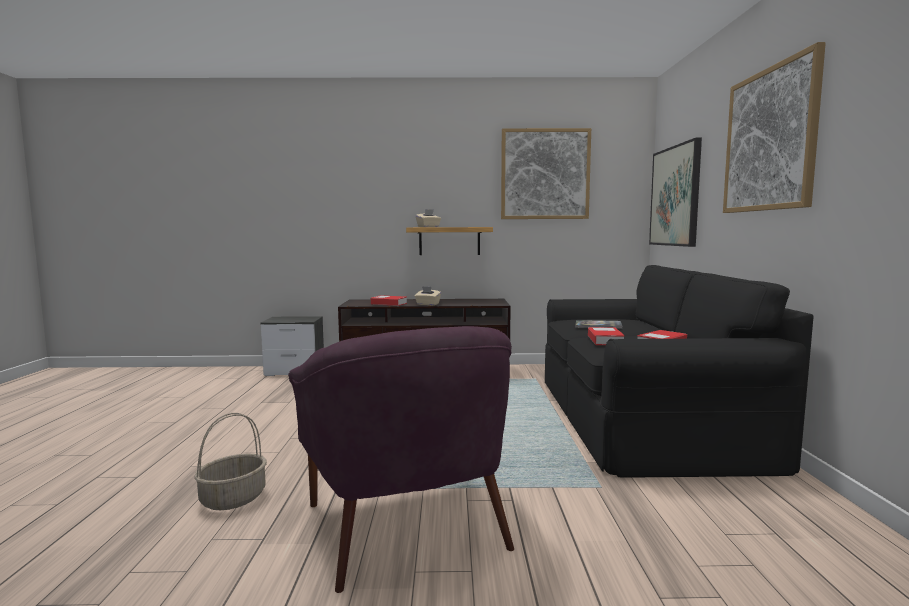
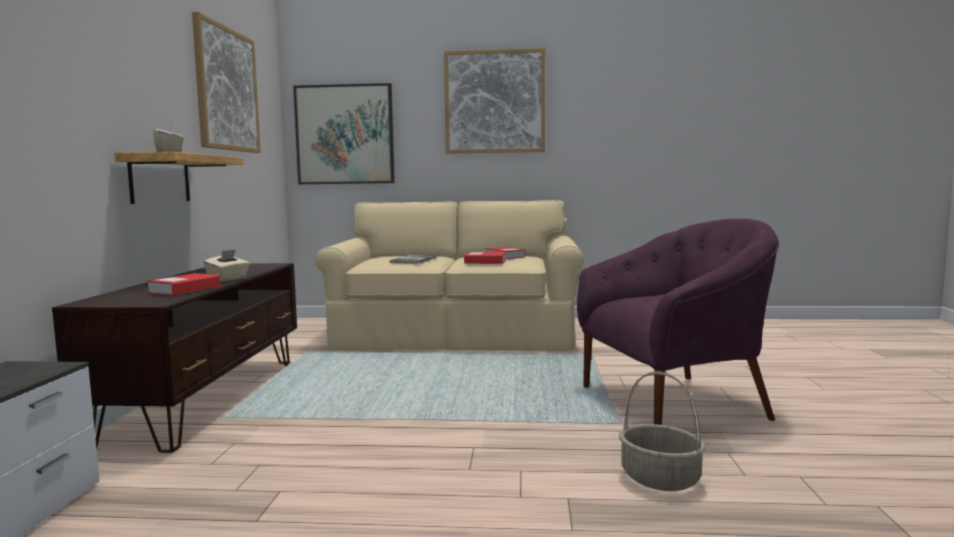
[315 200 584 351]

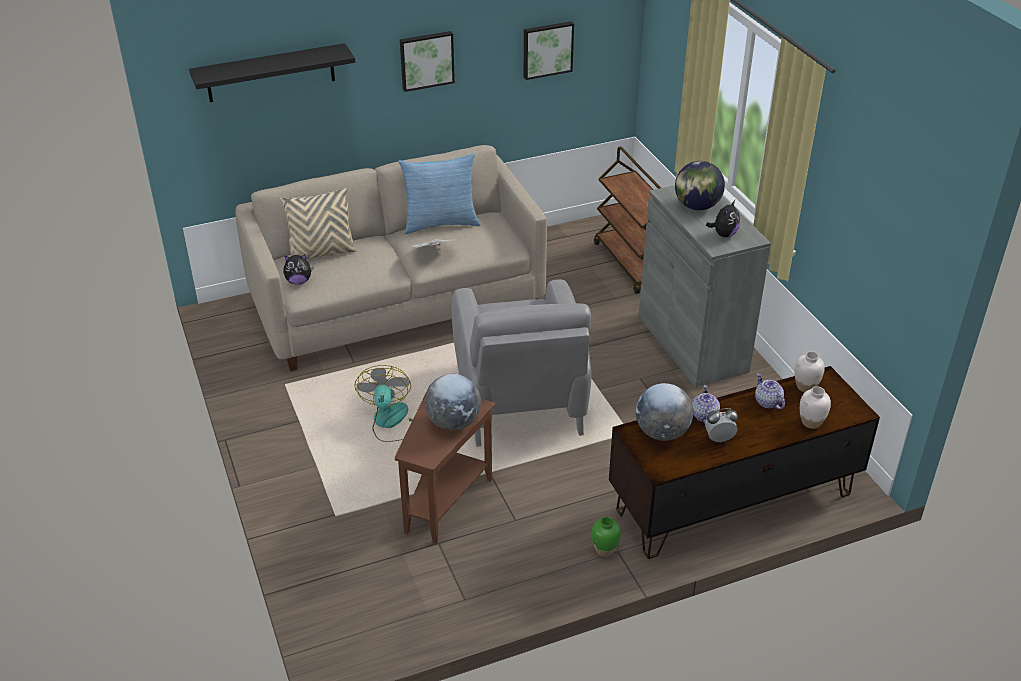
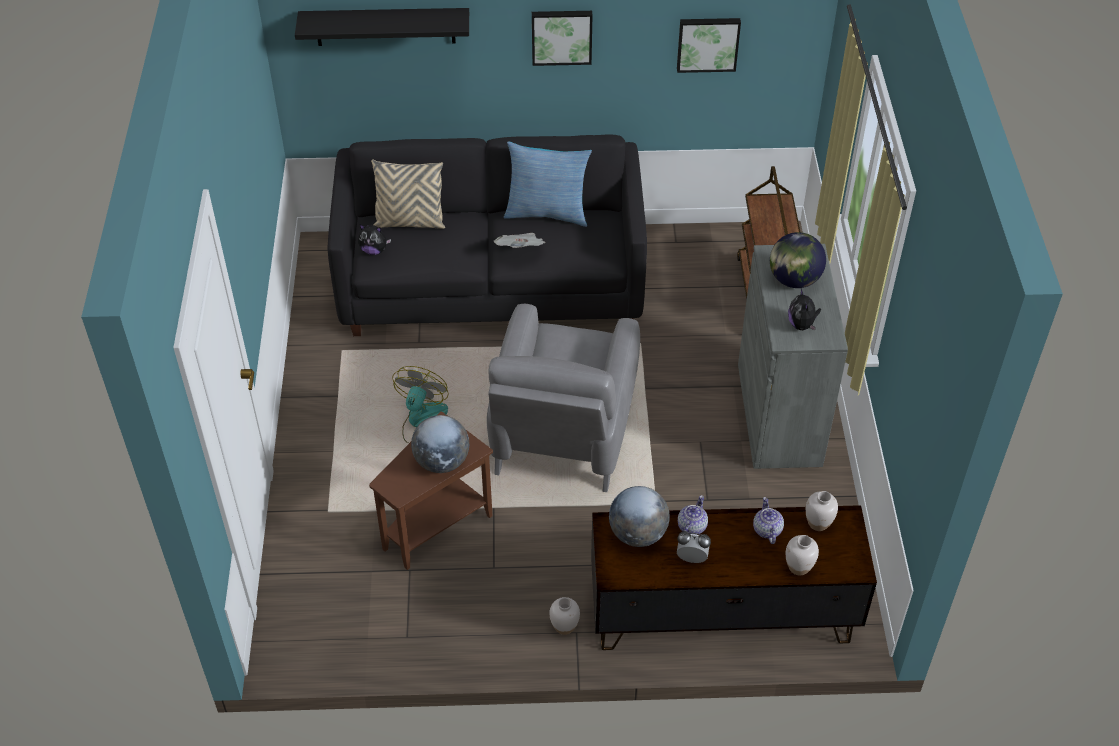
[328 134 647 336]
[550 597 580 635]
[788 288 821 330]

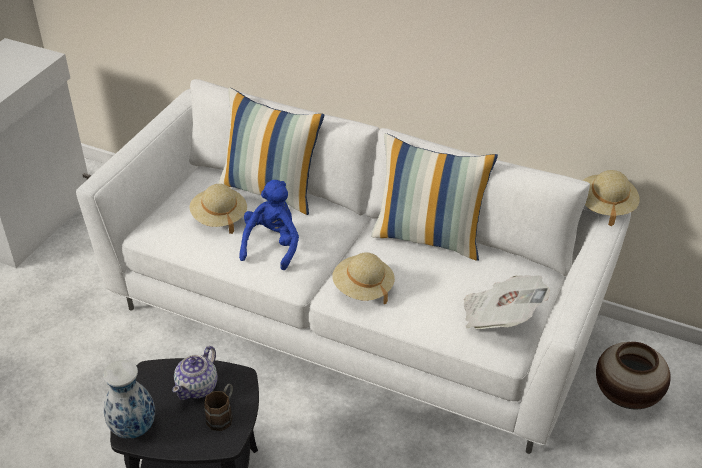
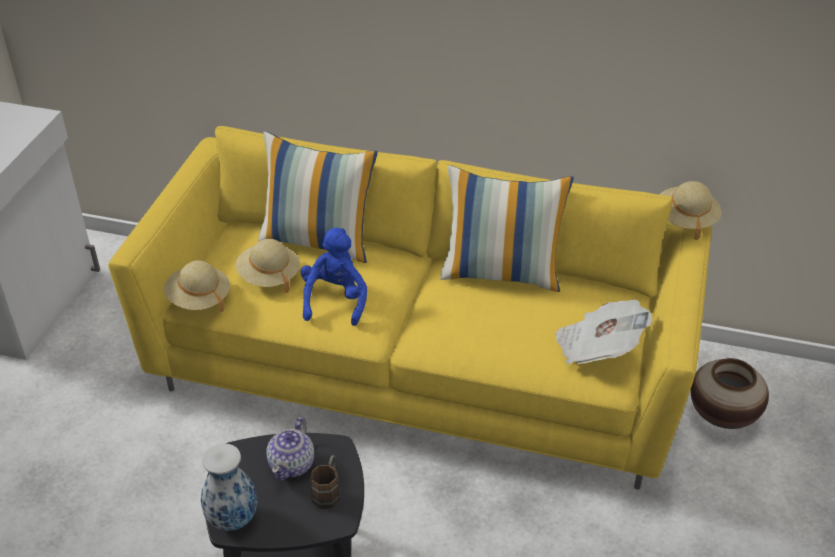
[108 126 712 490]
[164 260 230 312]

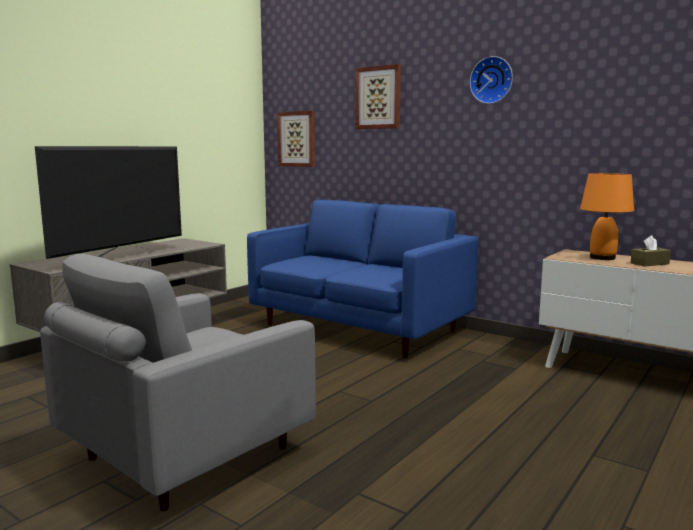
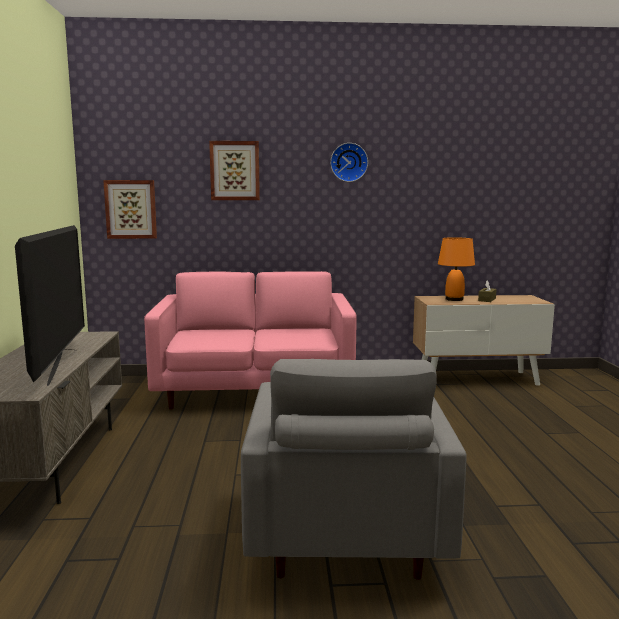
[144 271 357 410]

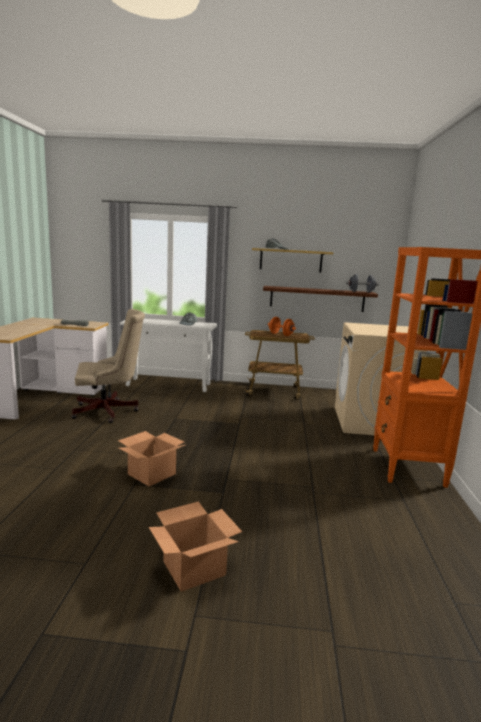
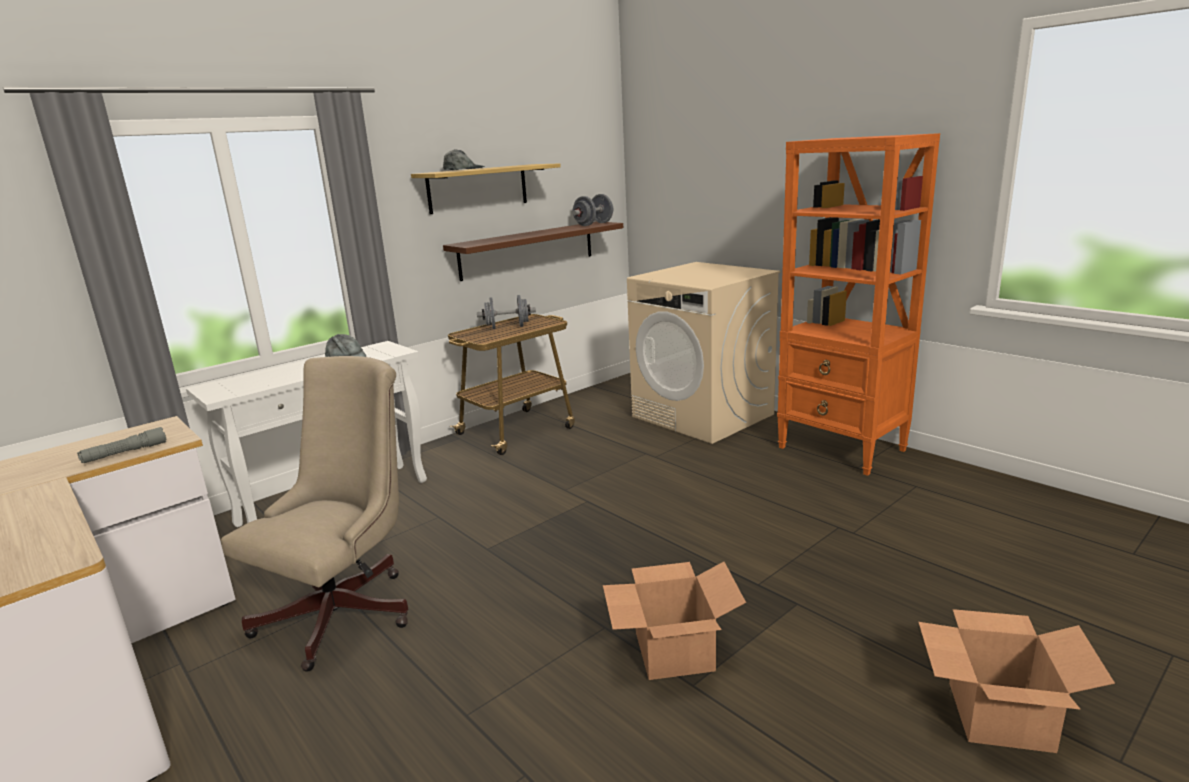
[477 295 536 329]

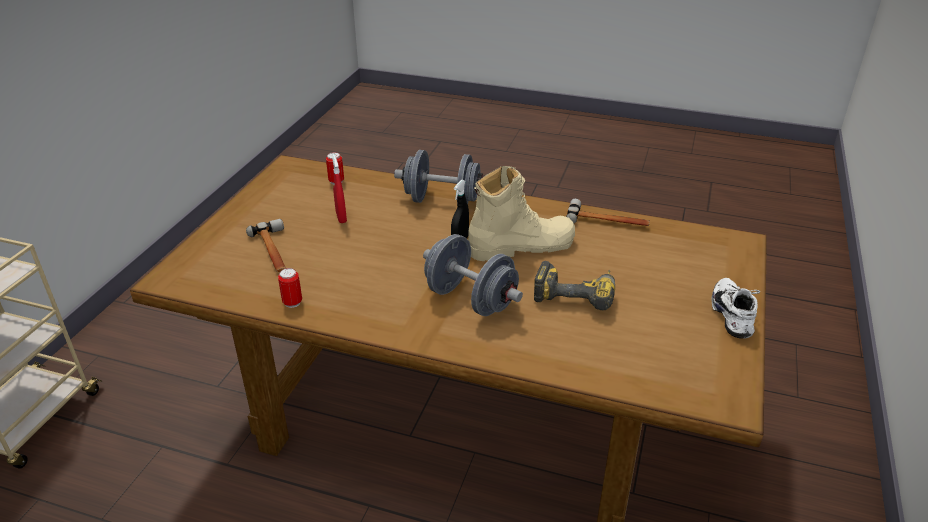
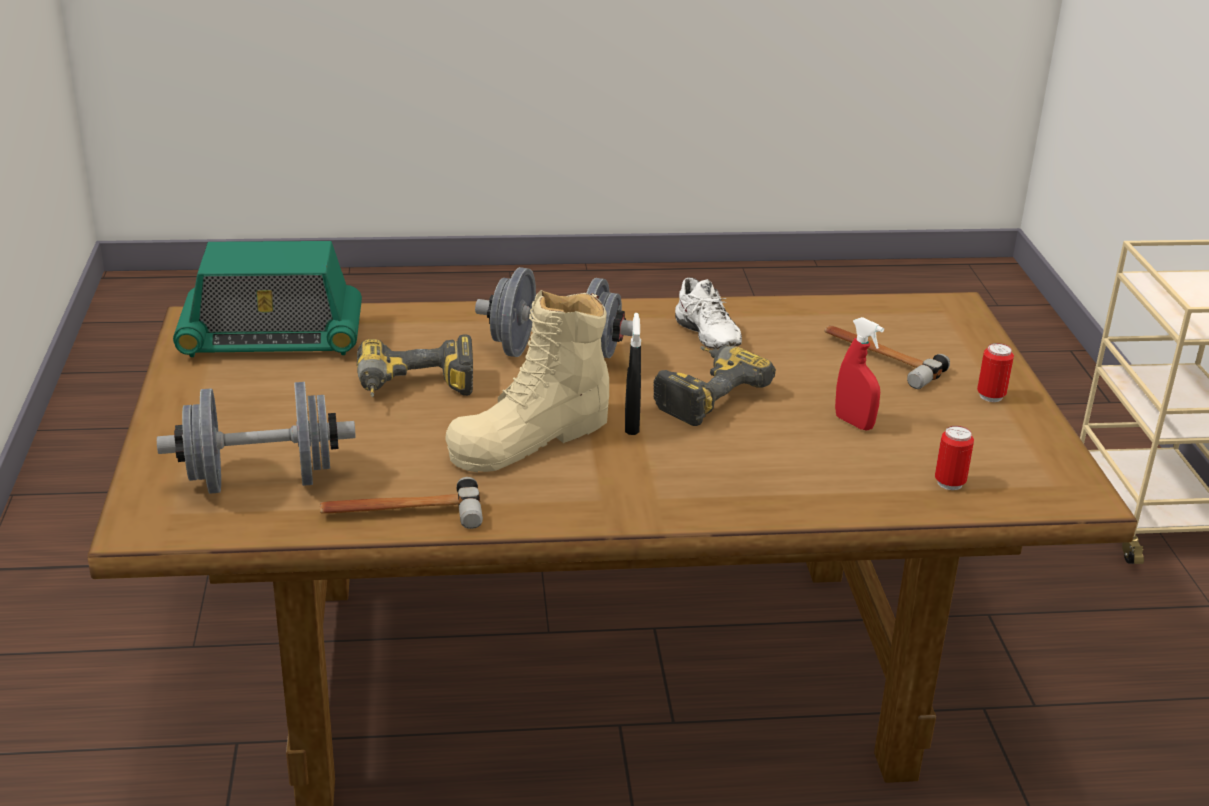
[157 382 356 494]
[173 241 362 357]
[654 345 776 426]
[675 277 742 349]
[977 343 1014 402]

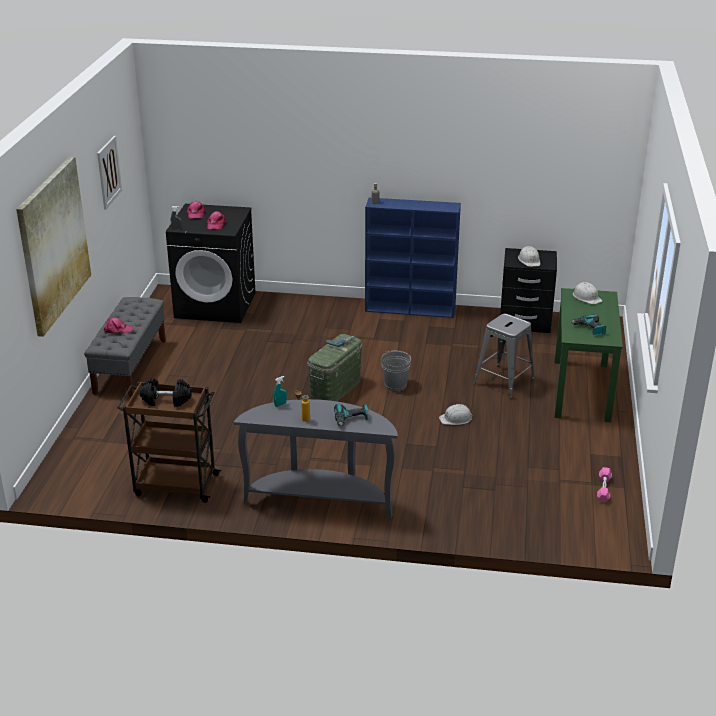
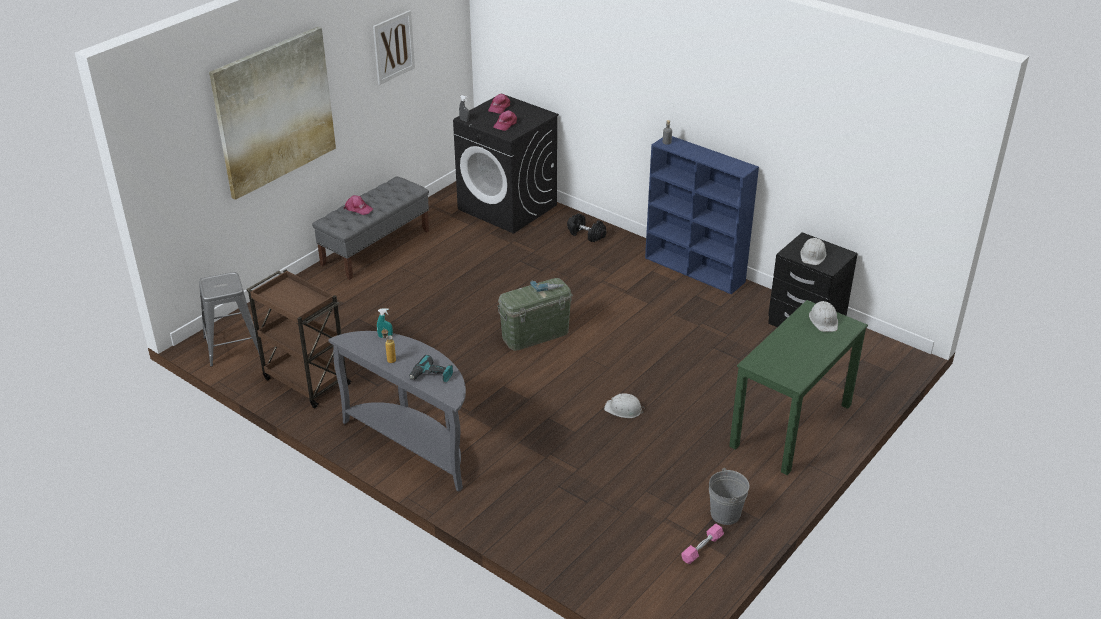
[199 272 260 366]
[567 213 607 242]
[709 468 750 525]
[570 314 606 336] (first image)

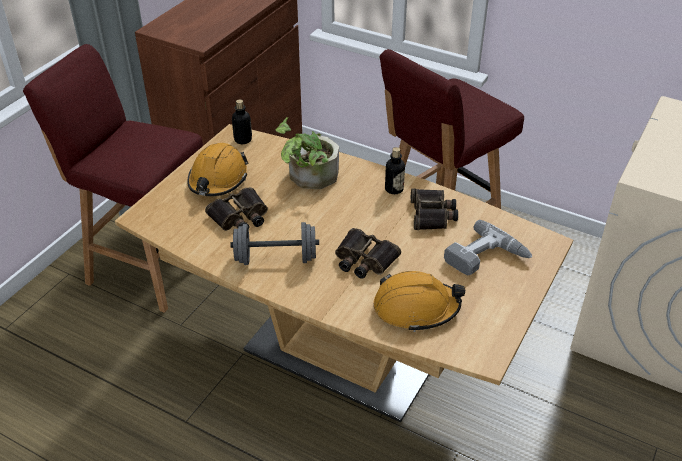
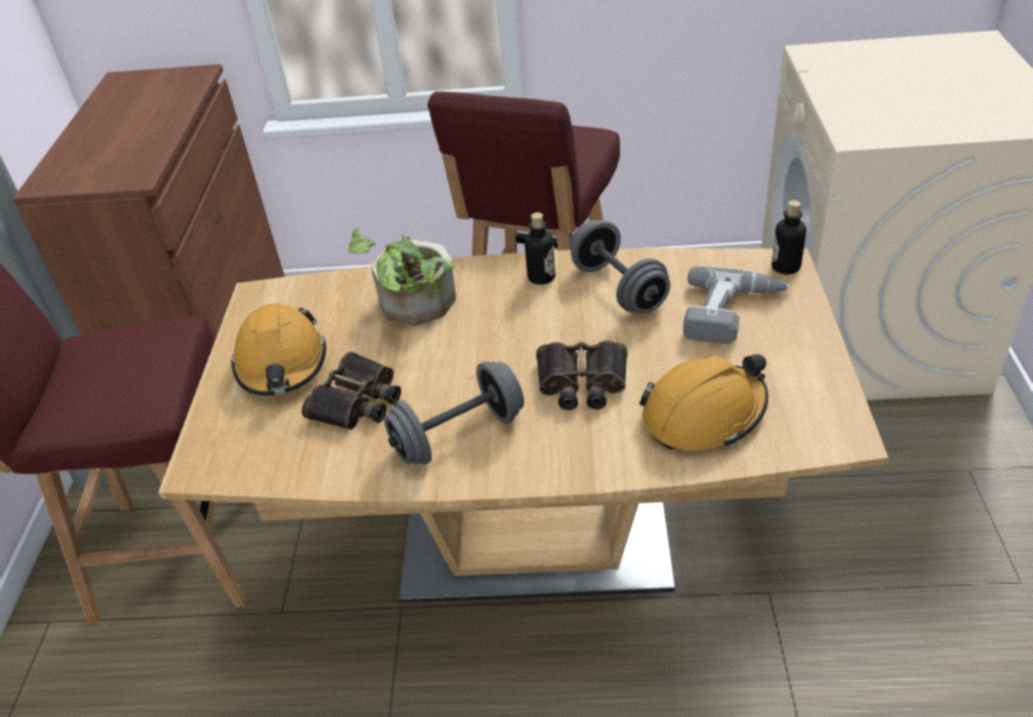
[570 220 670 314]
[772 200 806 274]

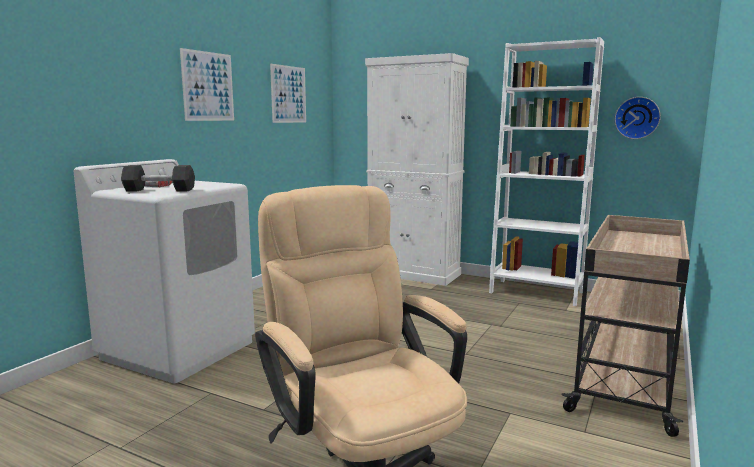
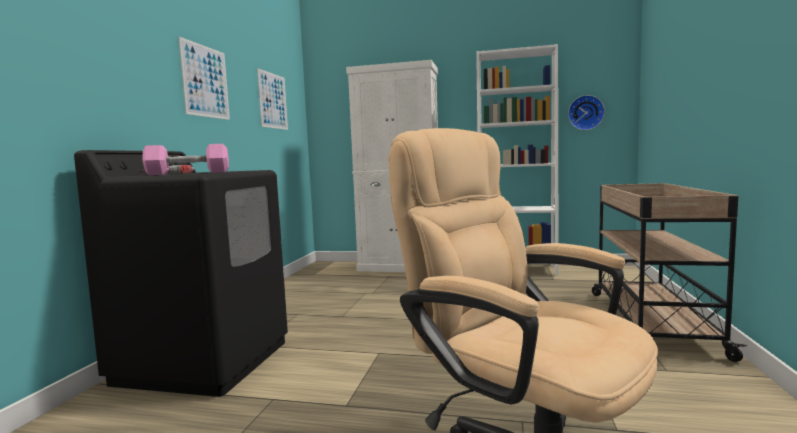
[74 150 288 397]
[142 144 229 175]

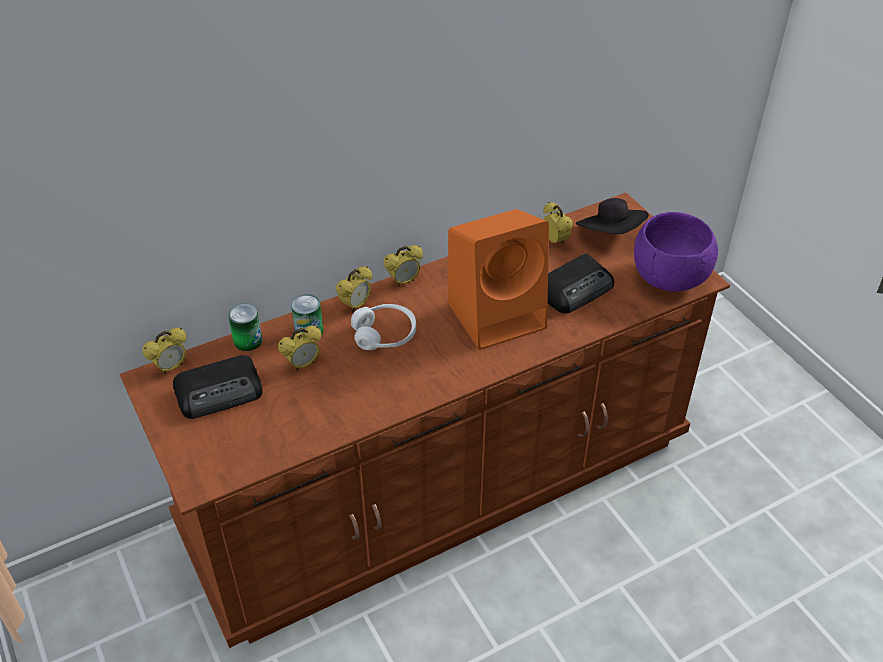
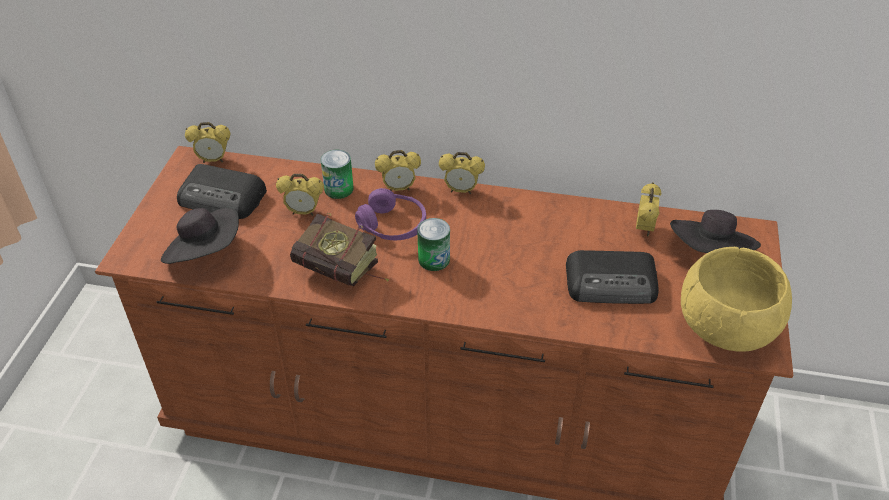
[161 207 239 264]
[290 213 389 287]
[355 188 426 240]
[417 218 450 271]
[681 247 792 352]
[448 209 549 350] (first image)

